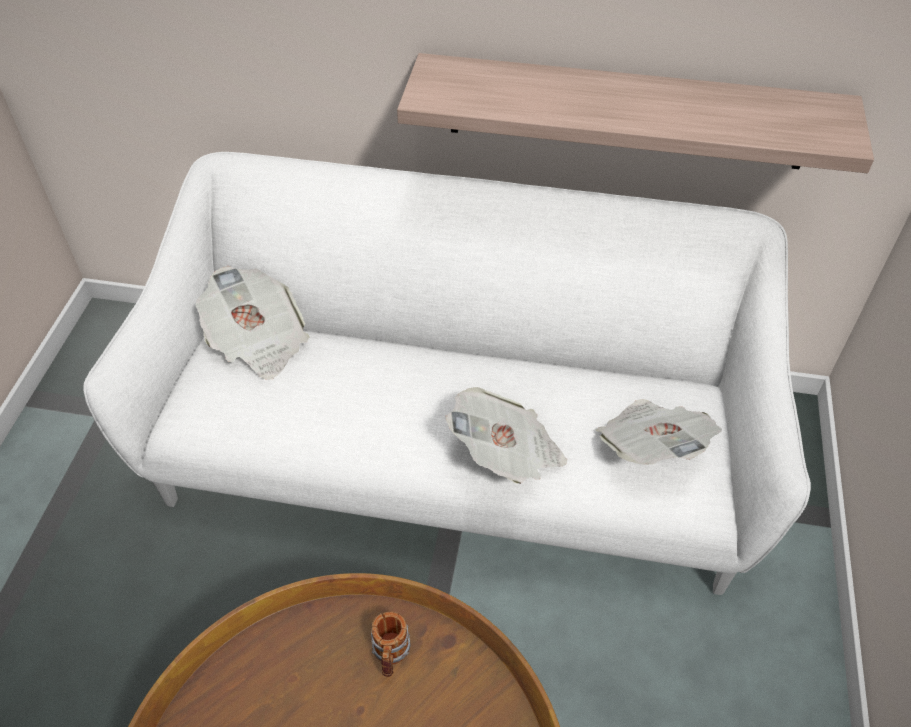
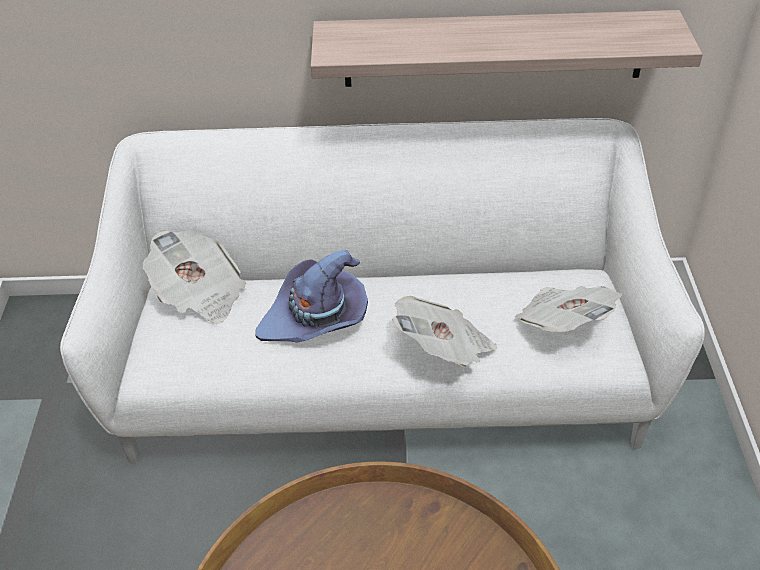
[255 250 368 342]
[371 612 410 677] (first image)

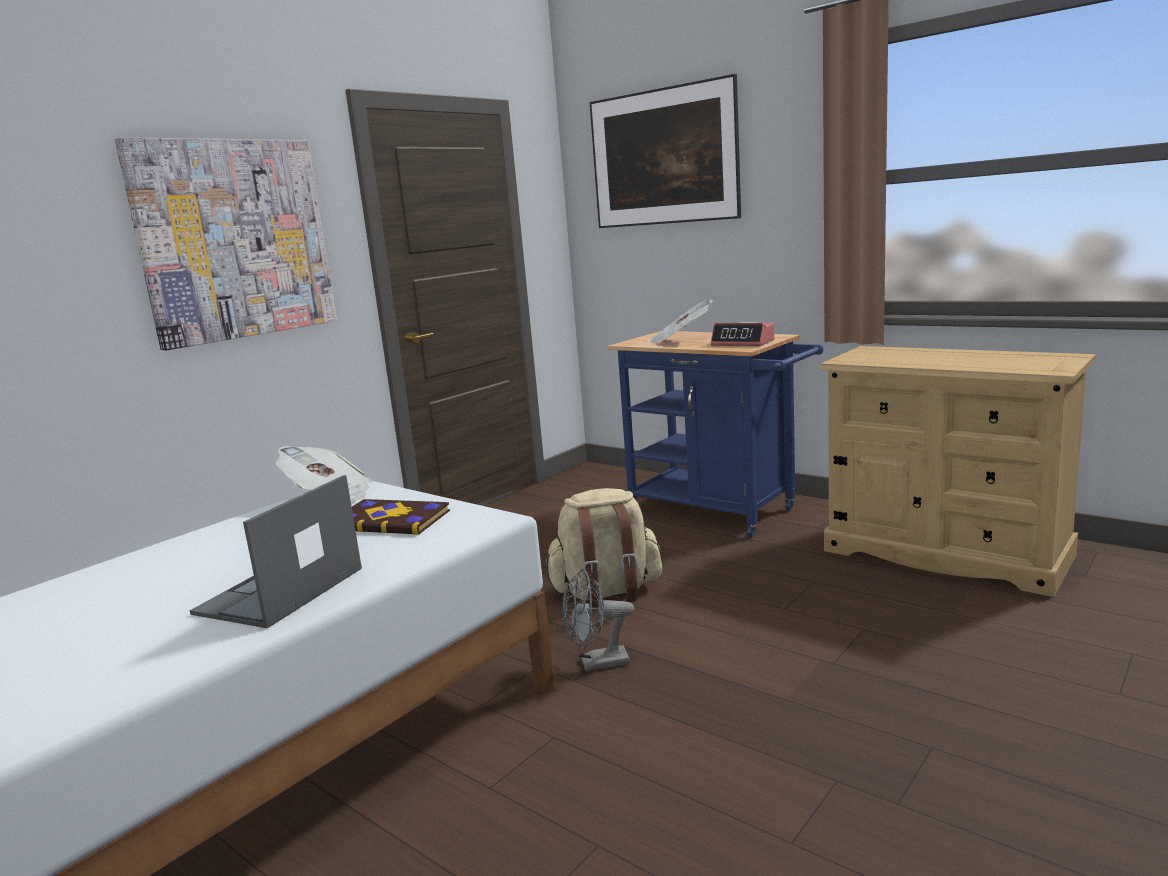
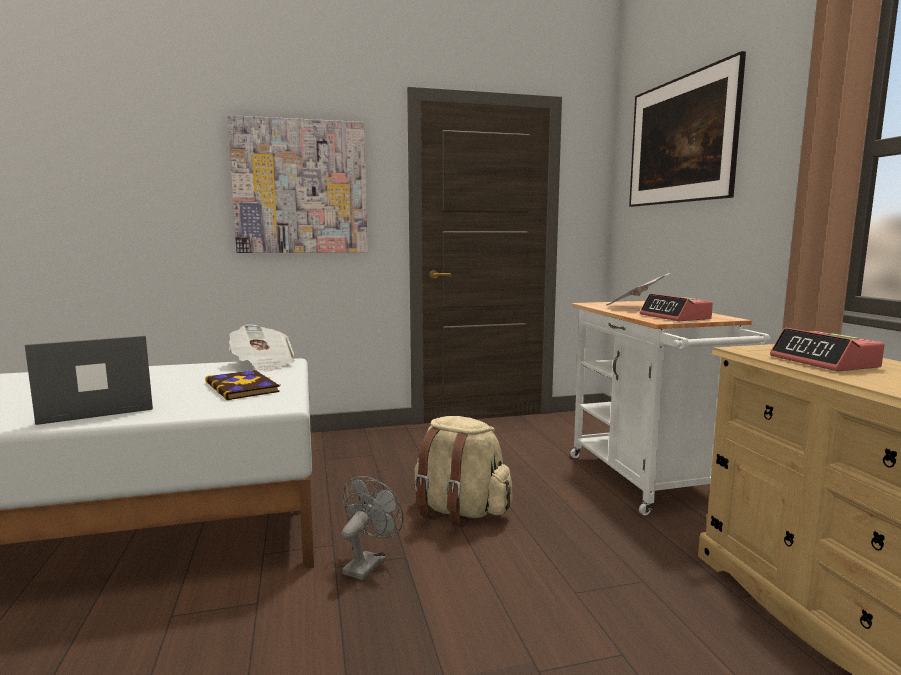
[342 476 403 580]
[570 301 770 515]
[770 328 885 371]

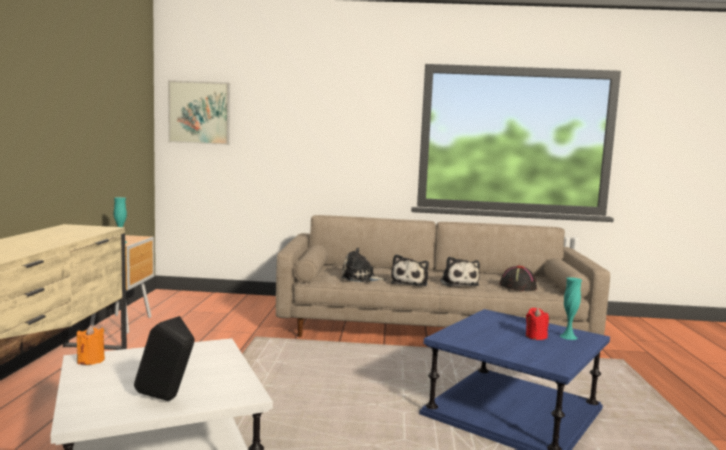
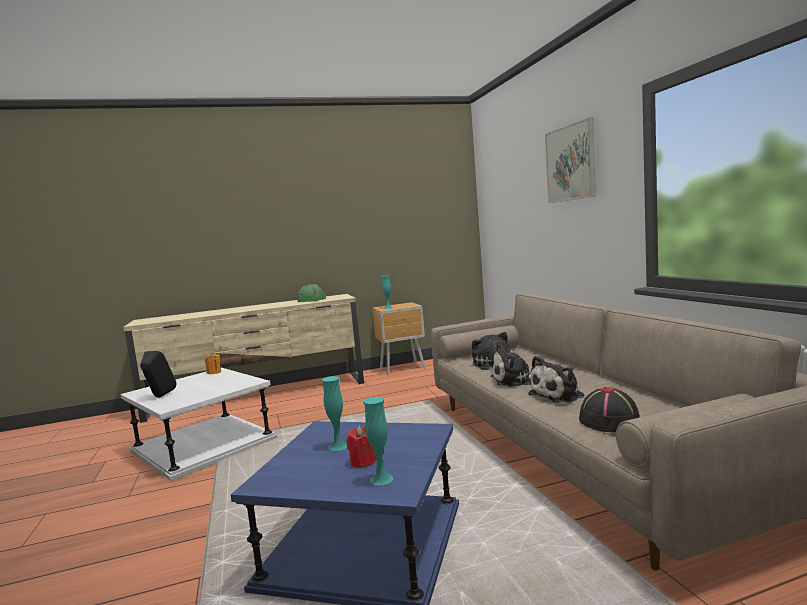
[297 283 326 302]
[322 376 347 451]
[545 118 596 203]

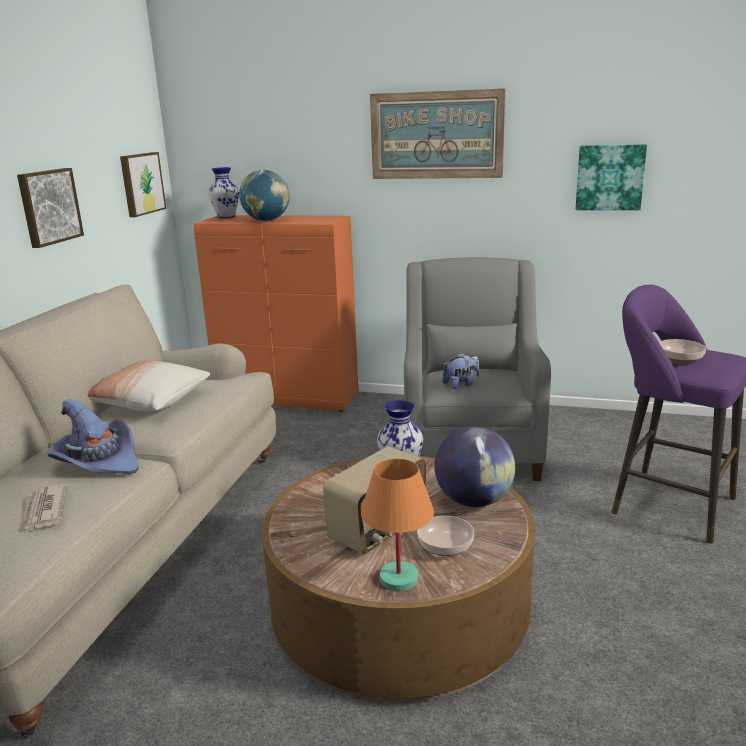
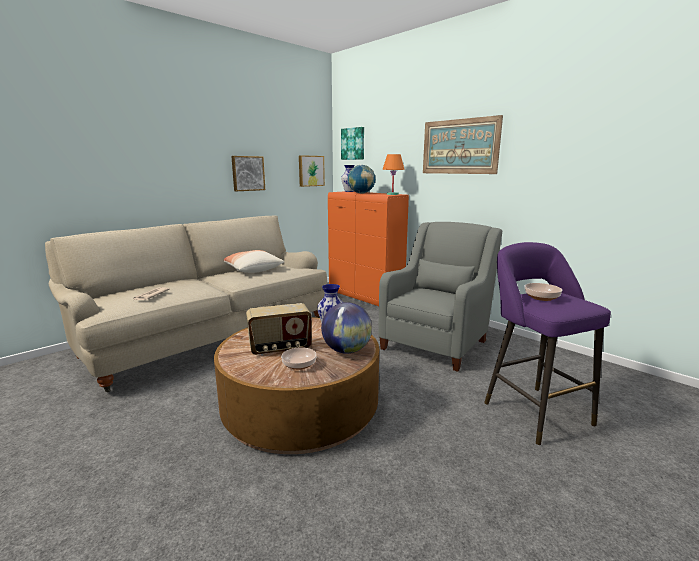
[341 127 364 160]
[382 154 405 195]
[48 399 138 474] (first image)
[442 353 480 389] (first image)

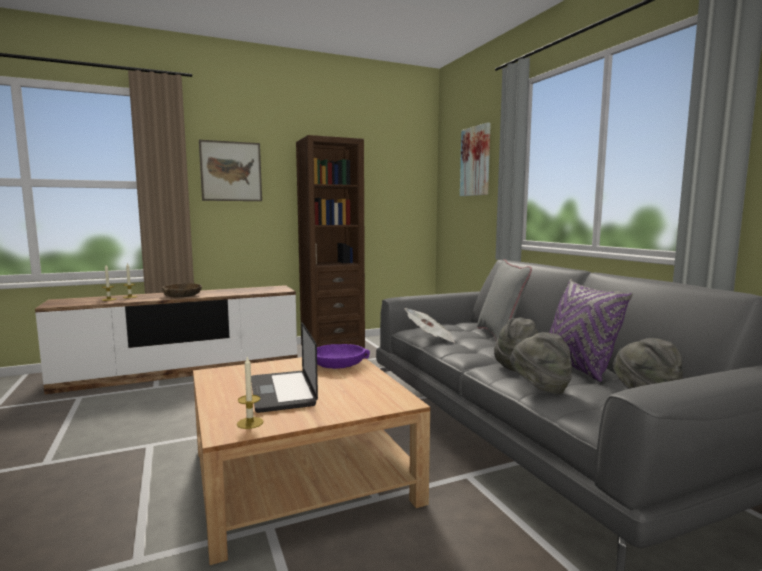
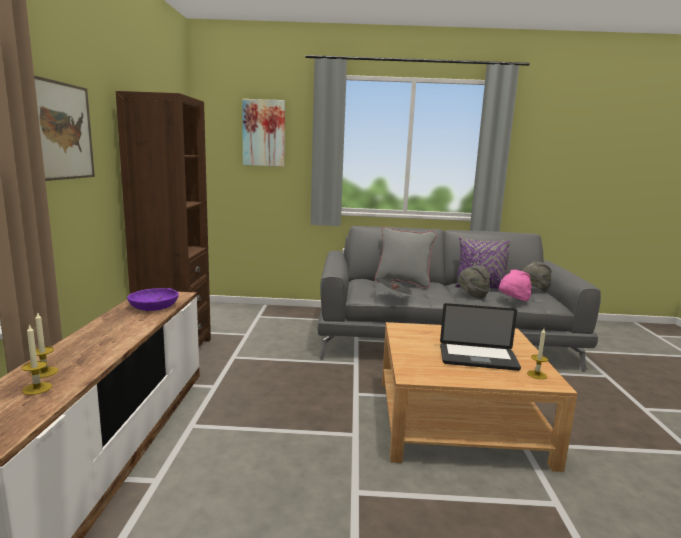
[127 288 179 311]
[499 270 532 301]
[162 283 202 297] (first image)

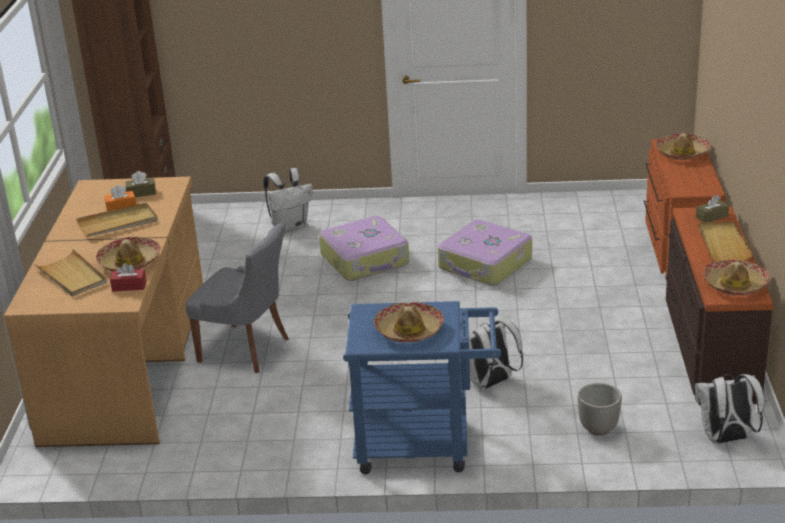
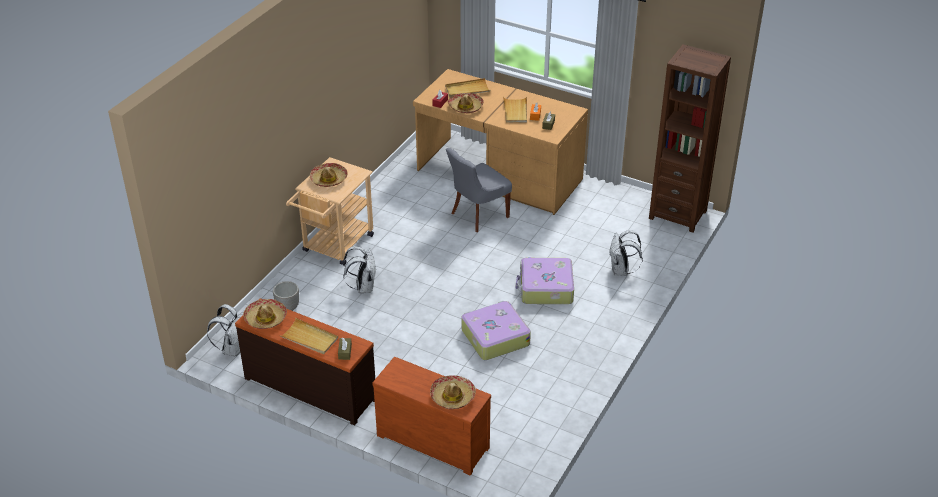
[286 157 374 265]

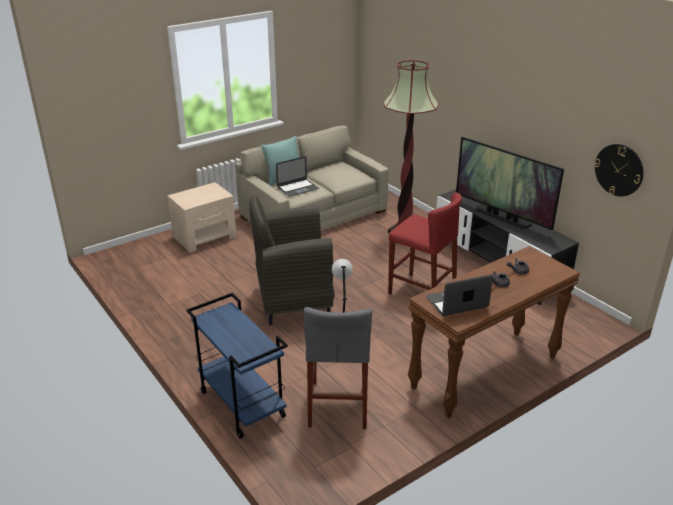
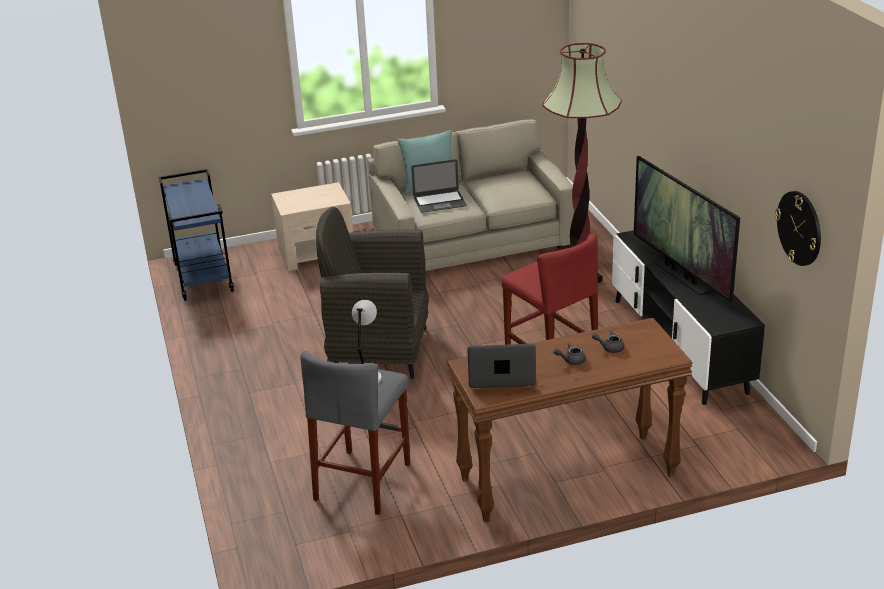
[158 169 234 301]

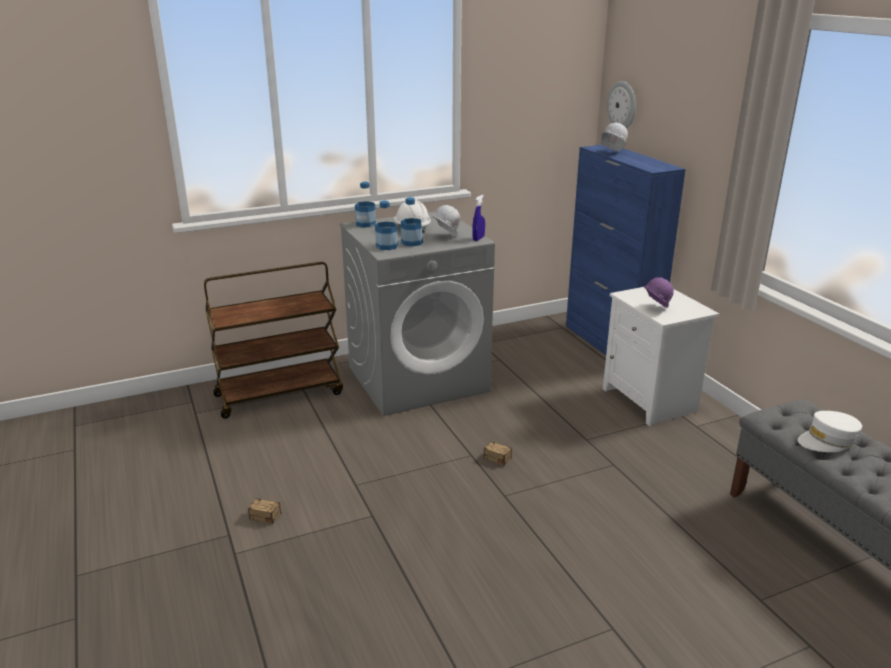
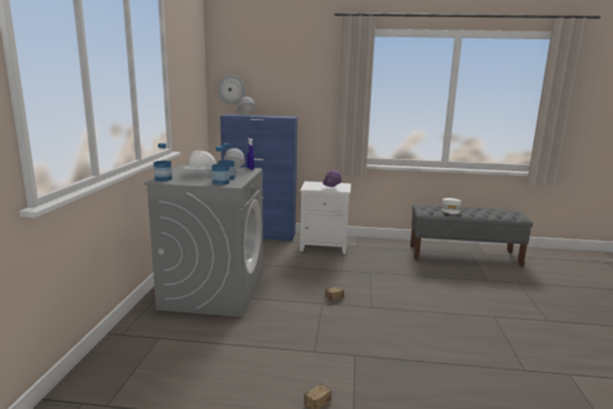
[204 262 343 419] (first image)

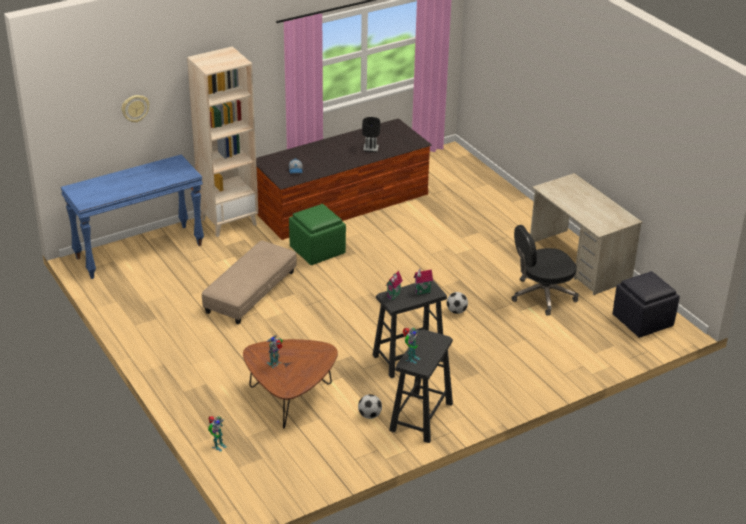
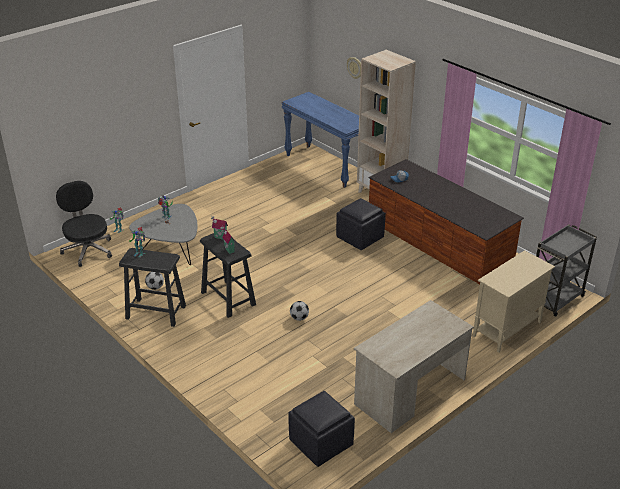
[56 181 112 267]
[129 204 198 265]
[336 198 386 250]
[473 250 555 353]
[536 224 597 317]
[202 241 297 325] (first image)
[362 117 380 152] (first image)

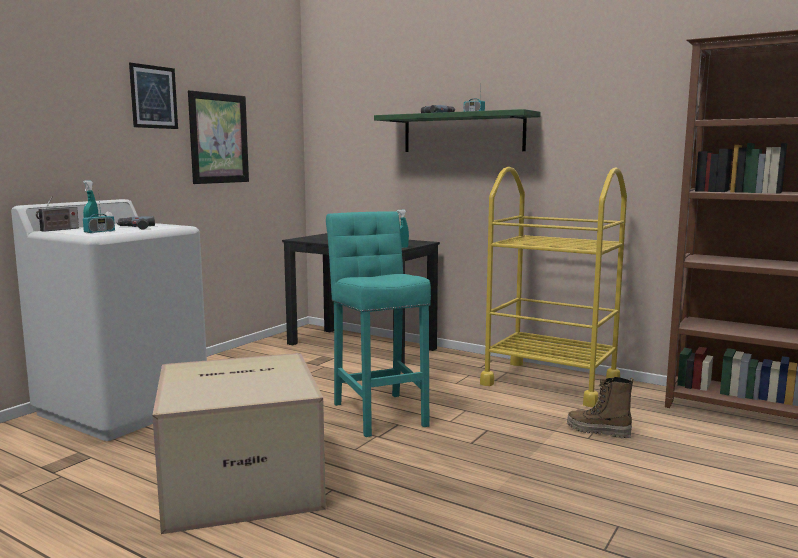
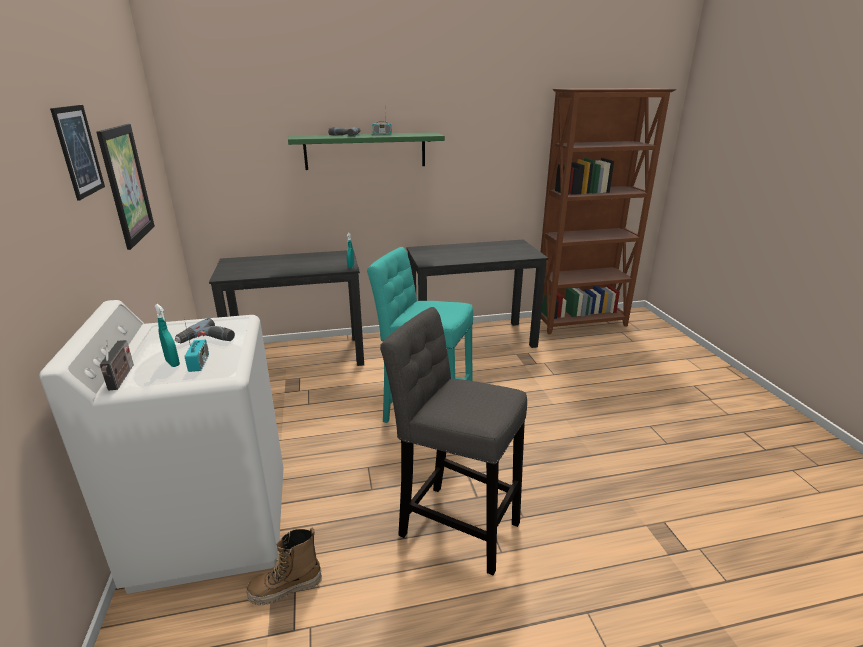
[247 528 322 605]
[380 307 527 575]
[406 240 548 348]

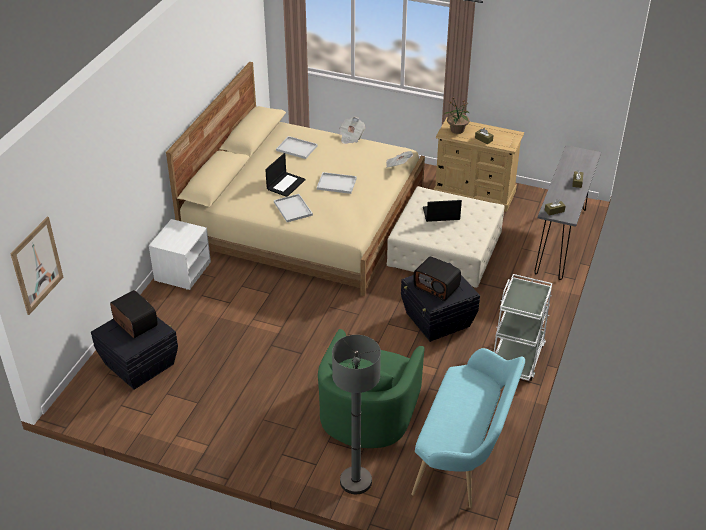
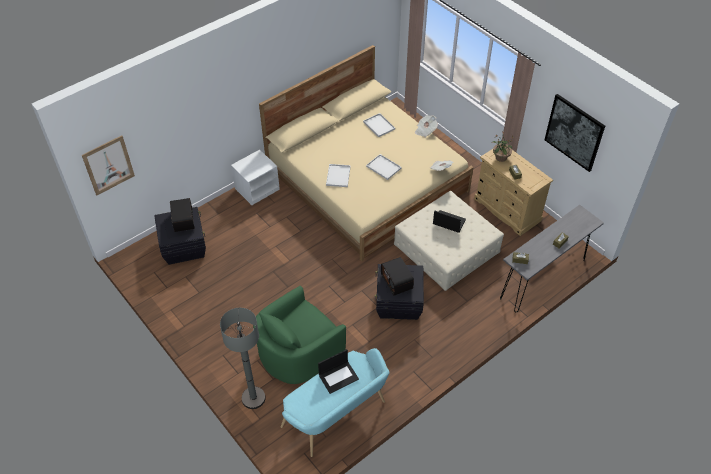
[318 349 359 394]
[545 94 605 172]
[494 274 552 381] (first image)

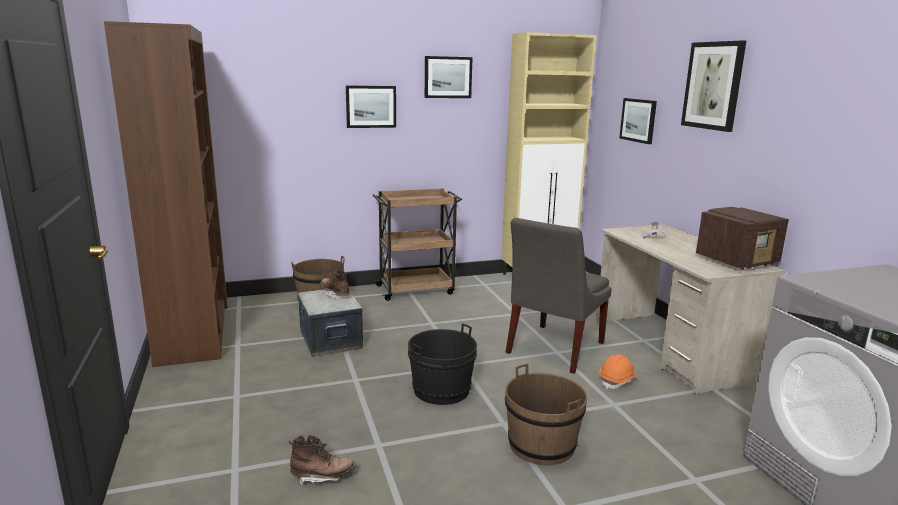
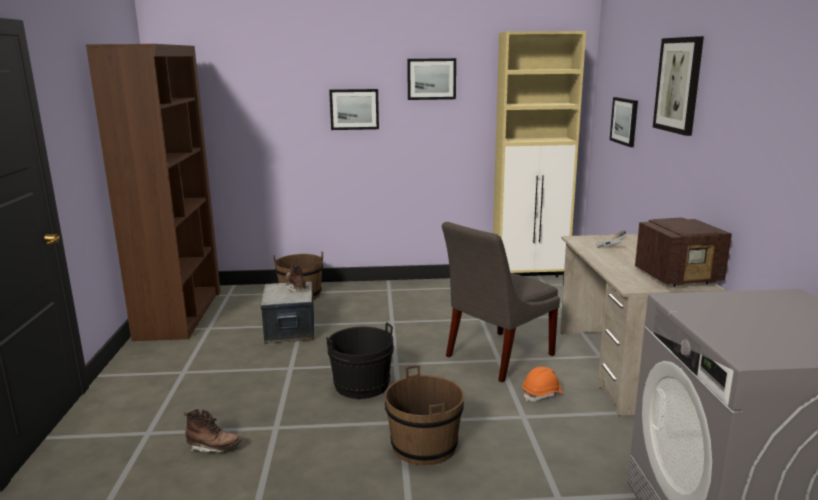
[372 188 462 301] (first image)

